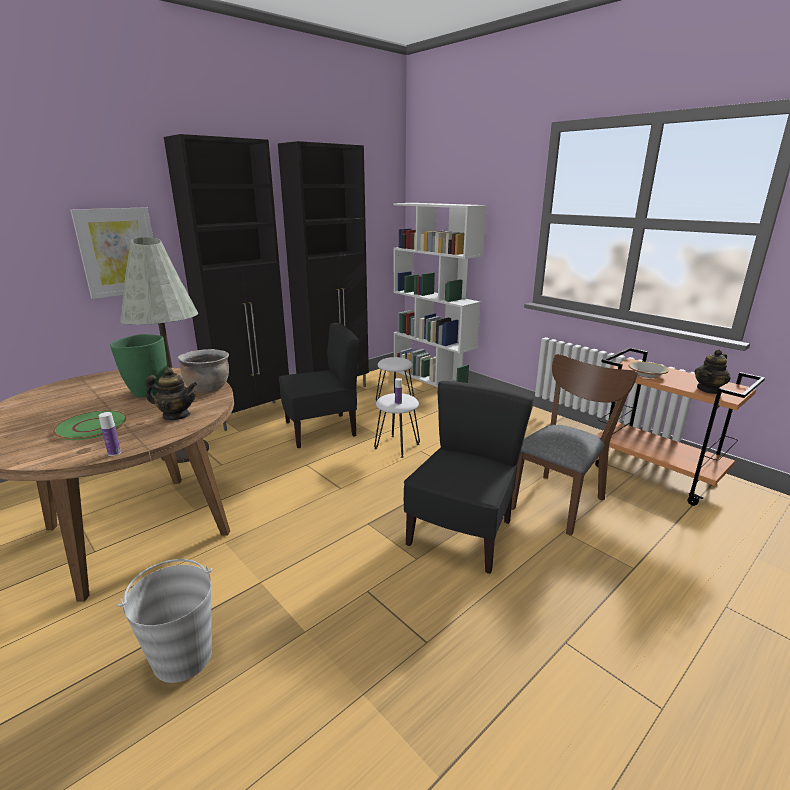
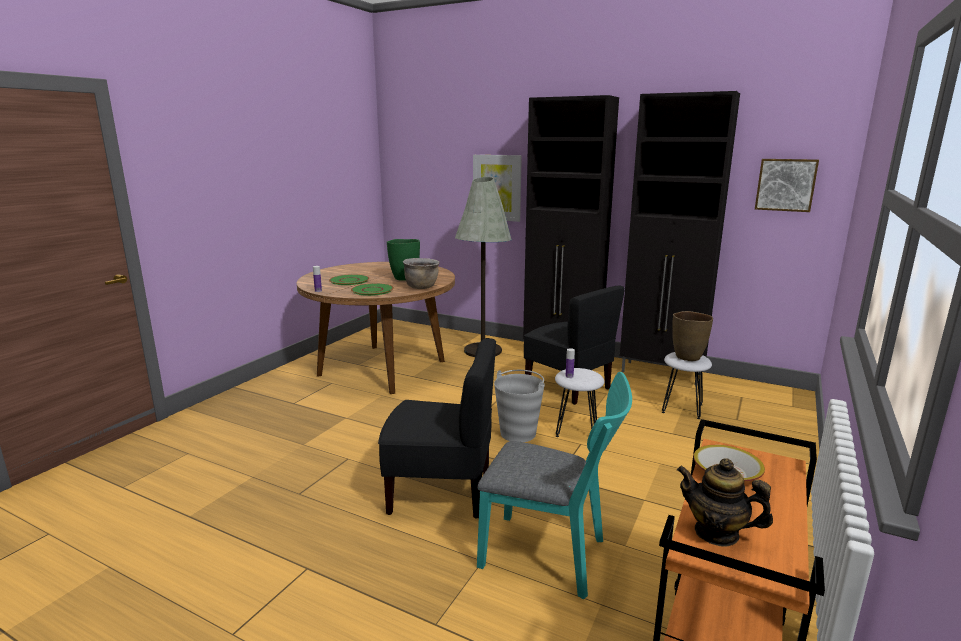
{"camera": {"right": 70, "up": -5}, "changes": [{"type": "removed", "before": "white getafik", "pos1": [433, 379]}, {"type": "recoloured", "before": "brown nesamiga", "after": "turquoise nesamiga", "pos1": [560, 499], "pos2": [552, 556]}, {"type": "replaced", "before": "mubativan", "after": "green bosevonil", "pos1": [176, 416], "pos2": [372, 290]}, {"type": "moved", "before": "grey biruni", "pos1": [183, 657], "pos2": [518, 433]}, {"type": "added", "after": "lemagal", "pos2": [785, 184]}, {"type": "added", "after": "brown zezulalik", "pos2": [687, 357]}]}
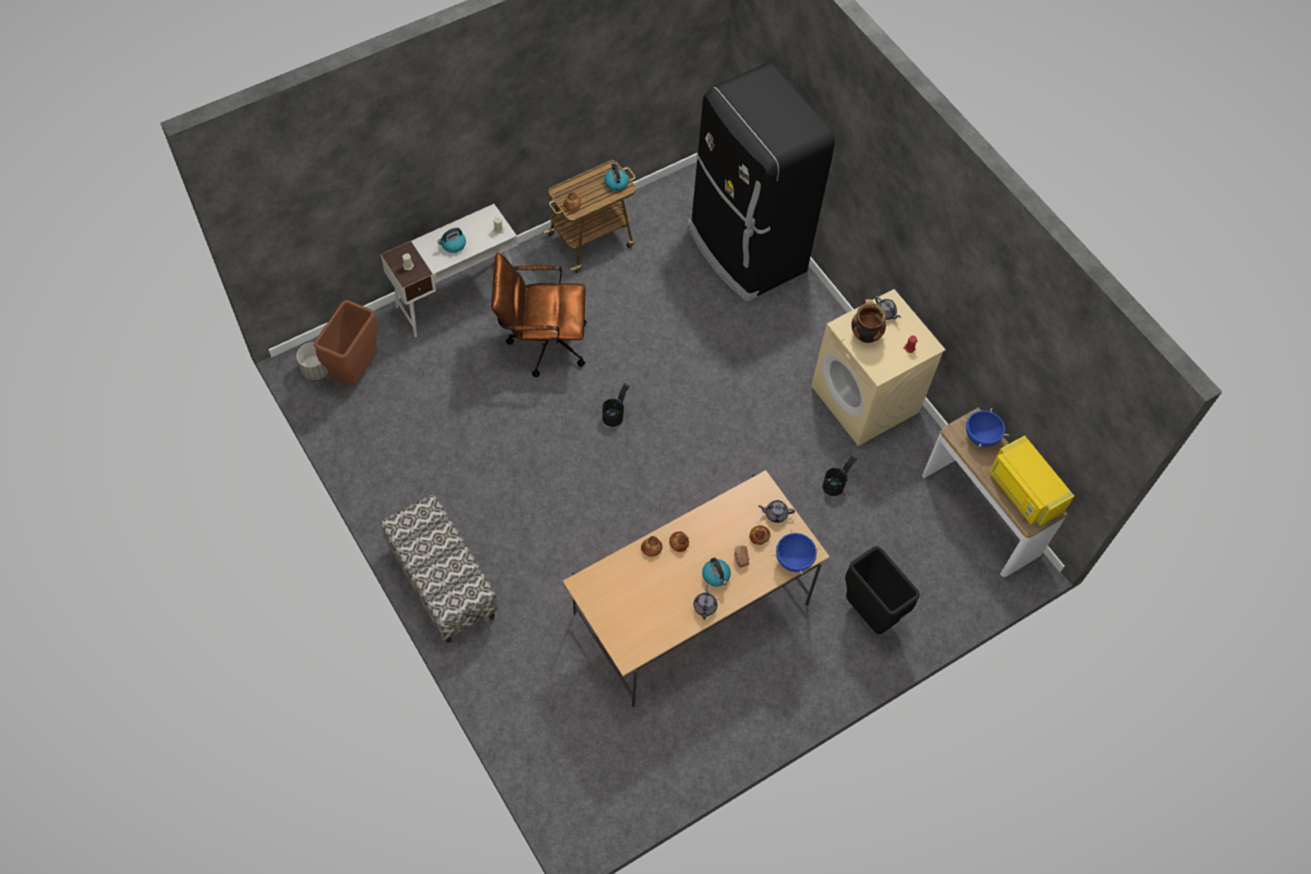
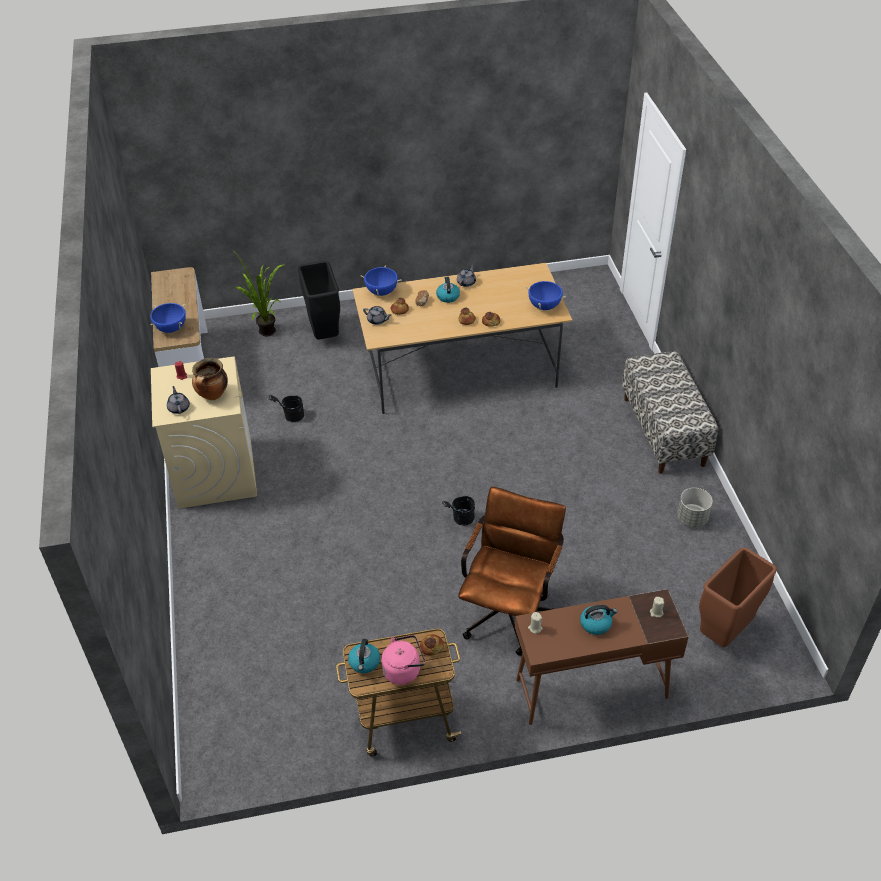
{"camera": {"right": -155, "up": -15}, "changes": [{"type": "removed", "before": "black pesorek", "pos1": [745, 250]}, {"type": "recoloured", "before": "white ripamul", "after": "brown ripamul", "pos1": [457, 297], "pos2": [591, 688]}, {"type": "turned", "before": "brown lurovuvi", "pos1": [541, 343], "pos2": [509, 609], "turn": -90}, {"type": "moved", "before": "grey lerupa", "pos1": [316, 369], "pos2": [692, 518]}, {"type": "removed", "before": "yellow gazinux", "pos1": [1023, 492]}, {"type": "added", "after": "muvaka", "pos2": [266, 334]}, {"type": "added", "after": "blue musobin", "pos2": [544, 306]}, {"type": "added", "after": "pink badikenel", "pos2": [404, 670]}]}
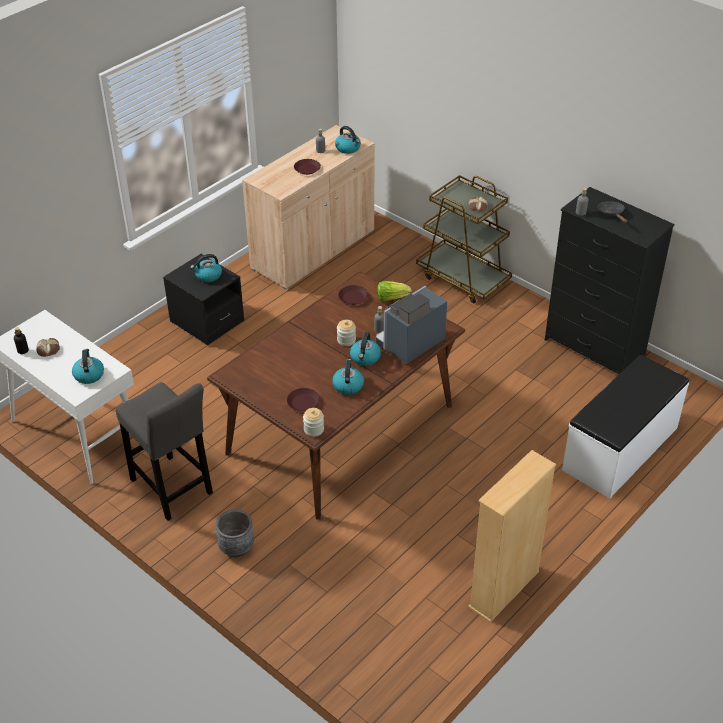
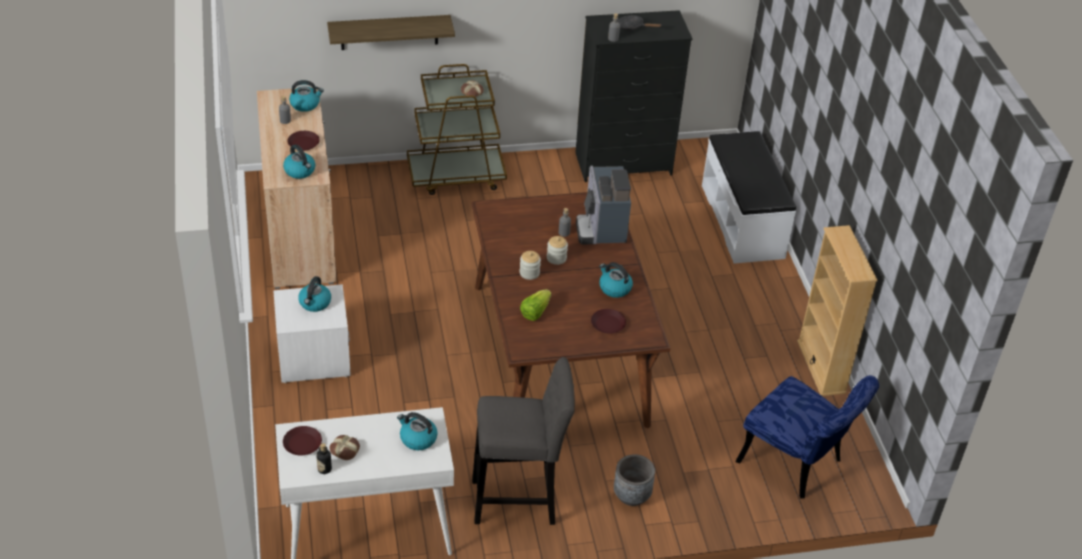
{"camera": {"right": -55, "up": 0}, "changes": [{"type": "recoloured", "before": "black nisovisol", "after": "white nisovisol", "pos1": [207, 321], "pos2": [313, 358]}, {"type": "moved", "before": "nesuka", "pos1": [391, 298], "pos2": [535, 312]}, {"type": "moved", "before": "brown bosevonil", "pos1": [353, 297], "pos2": [302, 444]}, {"type": "moved", "before": "badikenel", "pos1": [365, 358], "pos2": [300, 171]}, {"type": "moved", "before": "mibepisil", "pos1": [314, 429], "pos2": [529, 273]}, {"type": "added", "after": "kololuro", "pos2": [389, 32]}, {"type": "added", "after": "blue nesamiga", "pos2": [797, 465]}]}
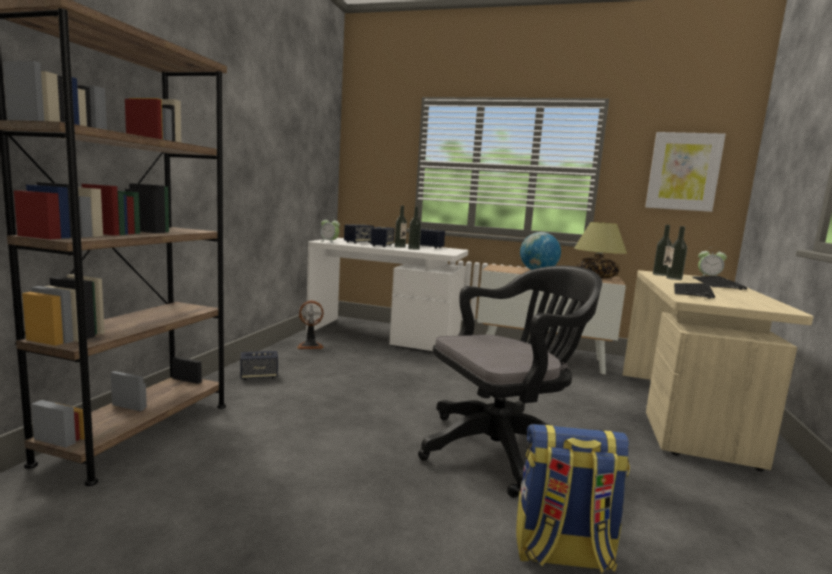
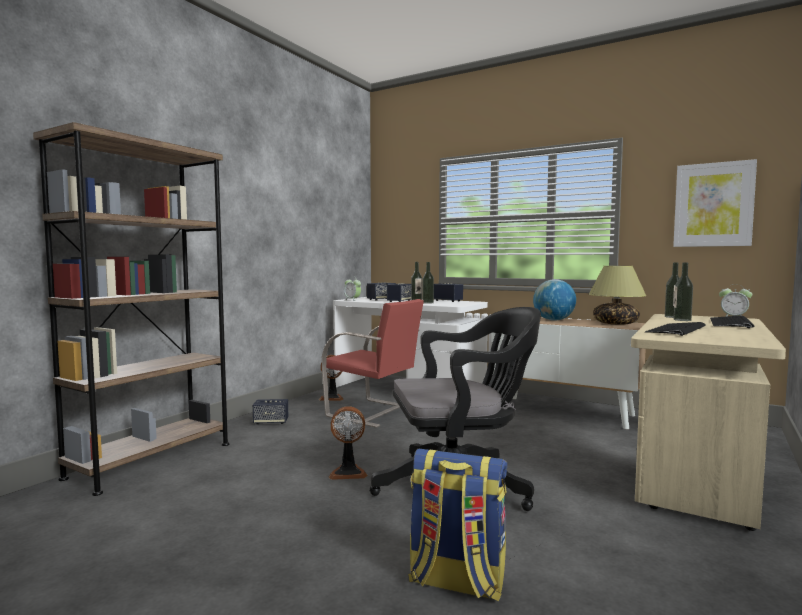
{"camera": {"right": 15, "up": -5}, "changes": [{"type": "added", "after": "red nesamiga", "pos2": [373, 412]}, {"type": "added", "after": "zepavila", "pos2": [348, 472]}]}
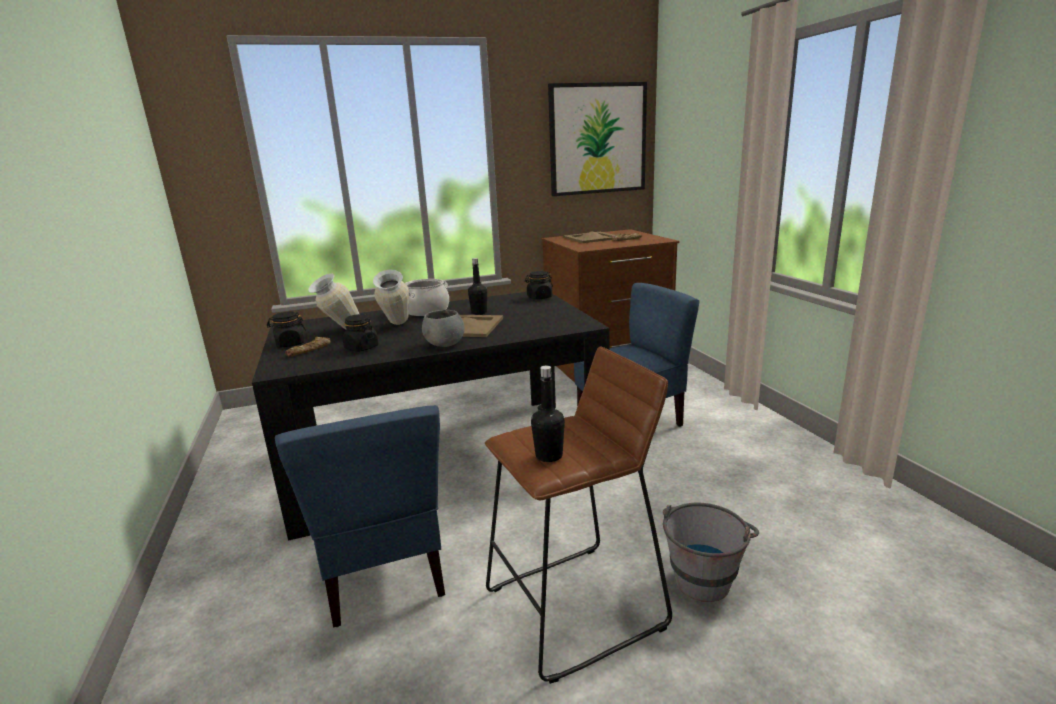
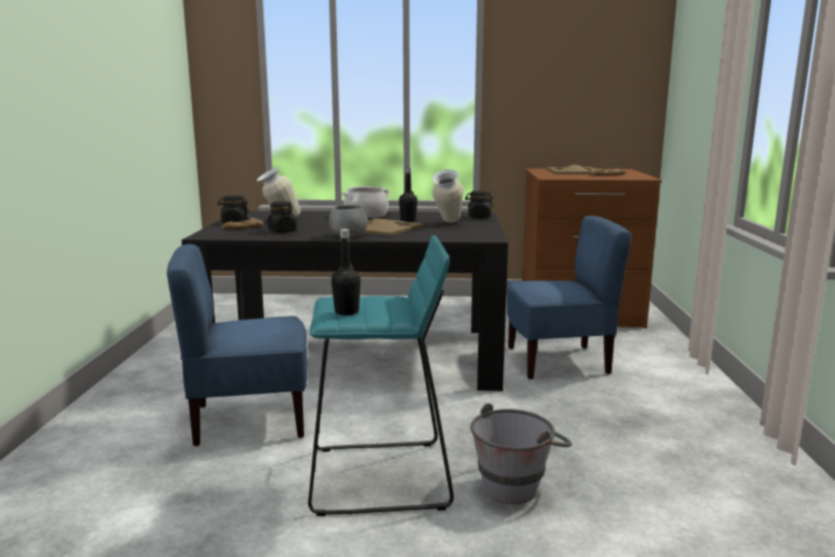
{"camera": {"right": 20, "up": -5}, "changes": [{"type": "removed", "before": "lemagal", "pos1": [597, 139]}, {"type": "moved", "before": "zezulalik", "pos1": [395, 327], "pos2": [447, 224]}, {"type": "recoloured", "before": "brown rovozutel", "after": "turquoise rovozutel", "pos1": [577, 608], "pos2": [381, 477]}, {"type": "turned", "before": "blue nesamiga", "pos1": [384, 572], "pos2": [249, 420], "turn": 75}]}
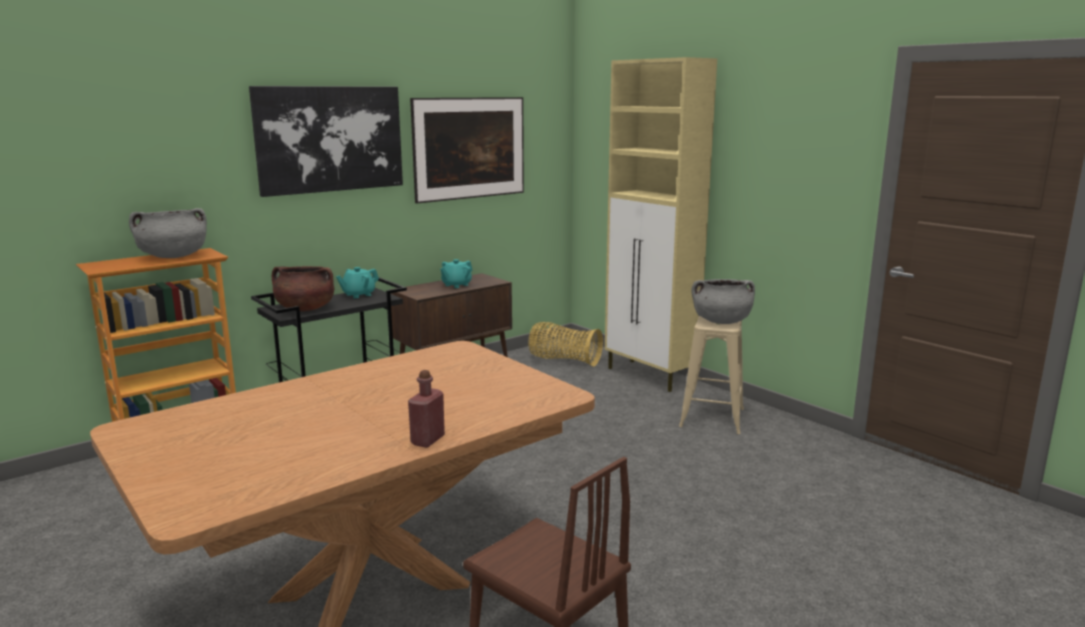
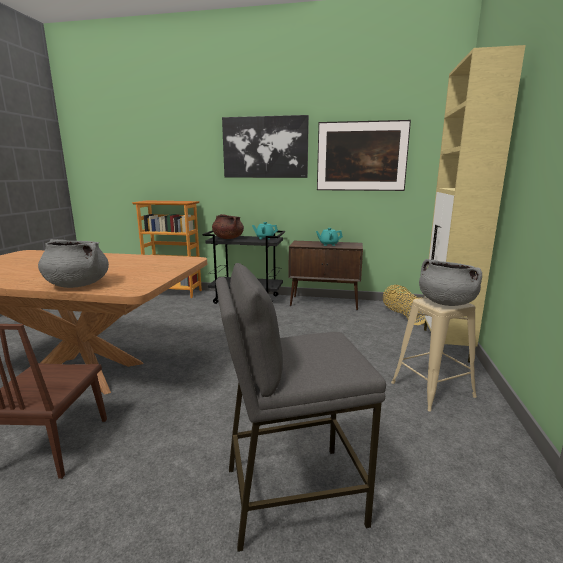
{"camera": {"right": 50, "up": 0}, "changes": [{"type": "moved", "before": "grey musobin", "pos1": [173, 257], "pos2": [77, 285]}, {"type": "removed", "before": "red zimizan", "pos1": [427, 440]}, {"type": "added", "after": "grey rovozutel", "pos2": [292, 494]}]}
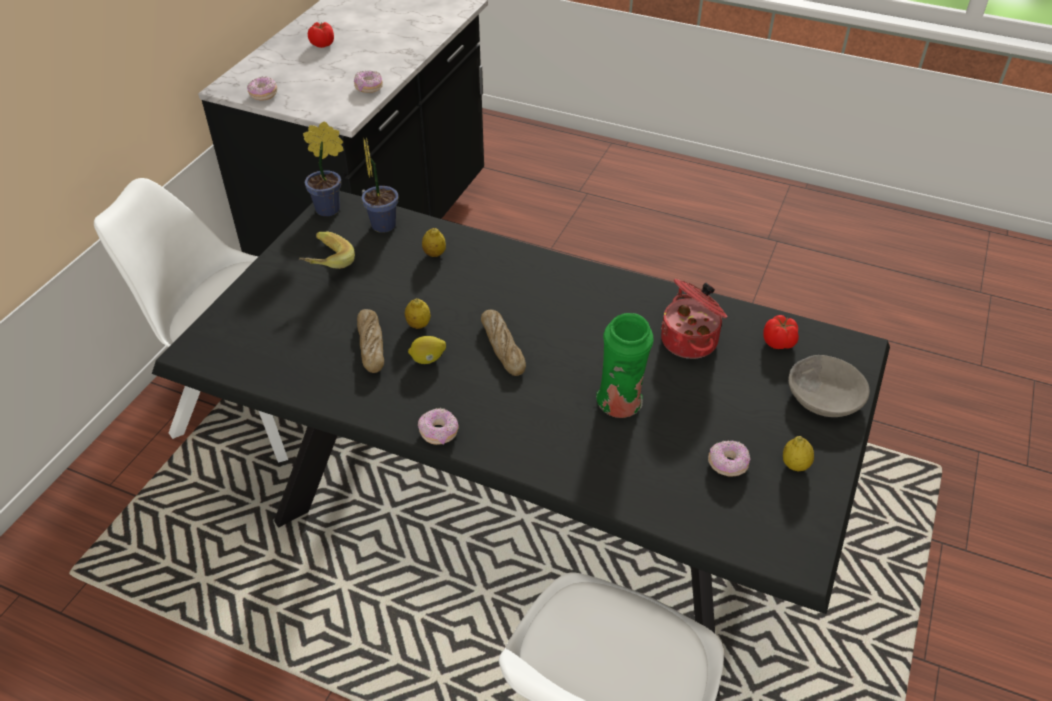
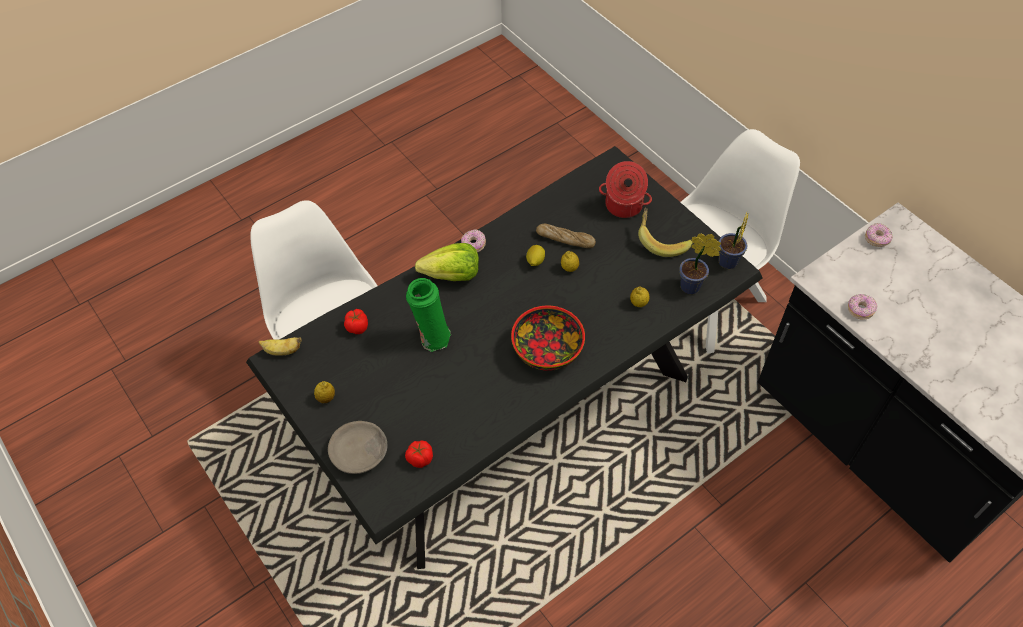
{"camera": {"right": 120, "up": 10}, "changes": [{"type": "moved", "before": "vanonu", "pos1": [322, 44], "pos2": [357, 327]}, {"type": "moved", "before": "musobin", "pos1": [691, 340], "pos2": [623, 206]}, {"type": "removed", "before": "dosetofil", "pos1": [503, 347]}, {"type": "removed", "before": "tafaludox", "pos1": [727, 465]}, {"type": "added", "after": "nesuka", "pos2": [452, 275]}, {"type": "added", "after": "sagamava", "pos2": [547, 349]}, {"type": "added", "after": "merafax", "pos2": [282, 351]}]}
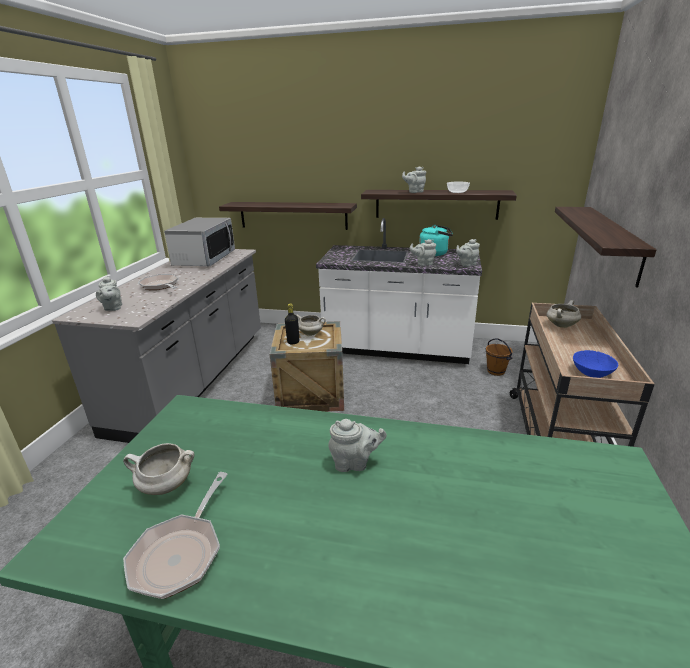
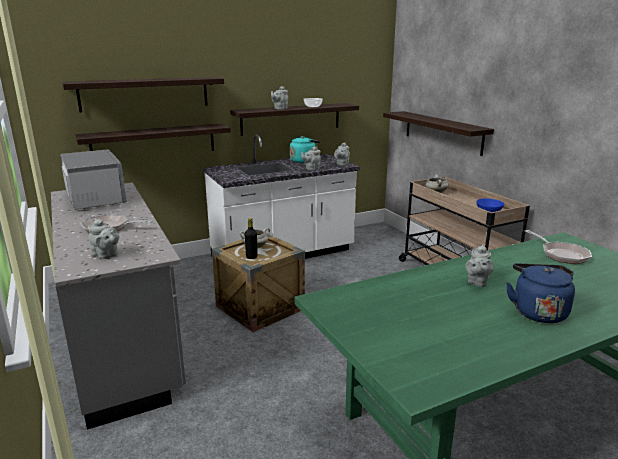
{"camera": {"right": -40, "up": -5}, "changes": [{"type": "removed", "before": "brown biruni", "pos1": [496, 371]}, {"type": "turned", "before": "grey mubativan", "pos1": [354, 463], "pos2": [477, 282], "turn": 150}, {"type": "removed", "before": "white musobin", "pos1": [165, 486]}, {"type": "moved", "before": "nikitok", "pos1": [180, 553], "pos2": [561, 254]}, {"type": "added", "after": "kololuro", "pos2": [145, 93]}, {"type": "added", "after": "blue badikenel", "pos2": [537, 311]}]}
